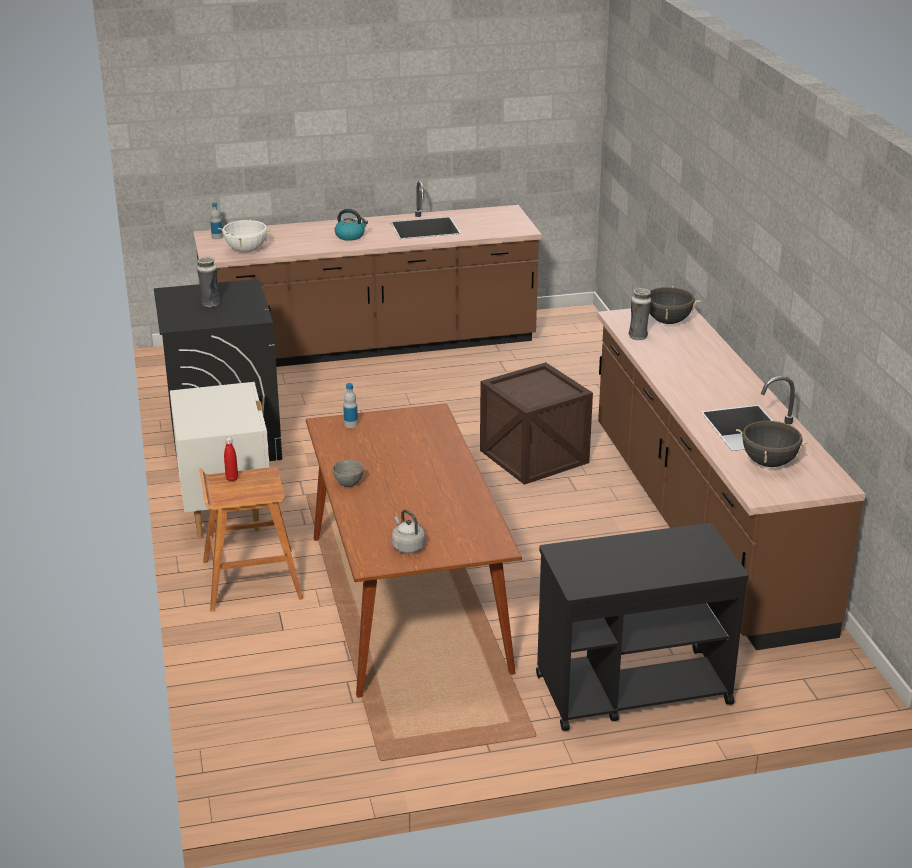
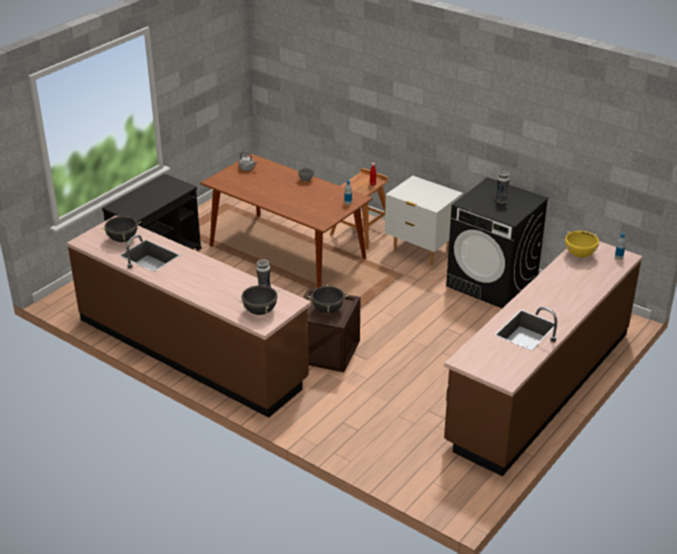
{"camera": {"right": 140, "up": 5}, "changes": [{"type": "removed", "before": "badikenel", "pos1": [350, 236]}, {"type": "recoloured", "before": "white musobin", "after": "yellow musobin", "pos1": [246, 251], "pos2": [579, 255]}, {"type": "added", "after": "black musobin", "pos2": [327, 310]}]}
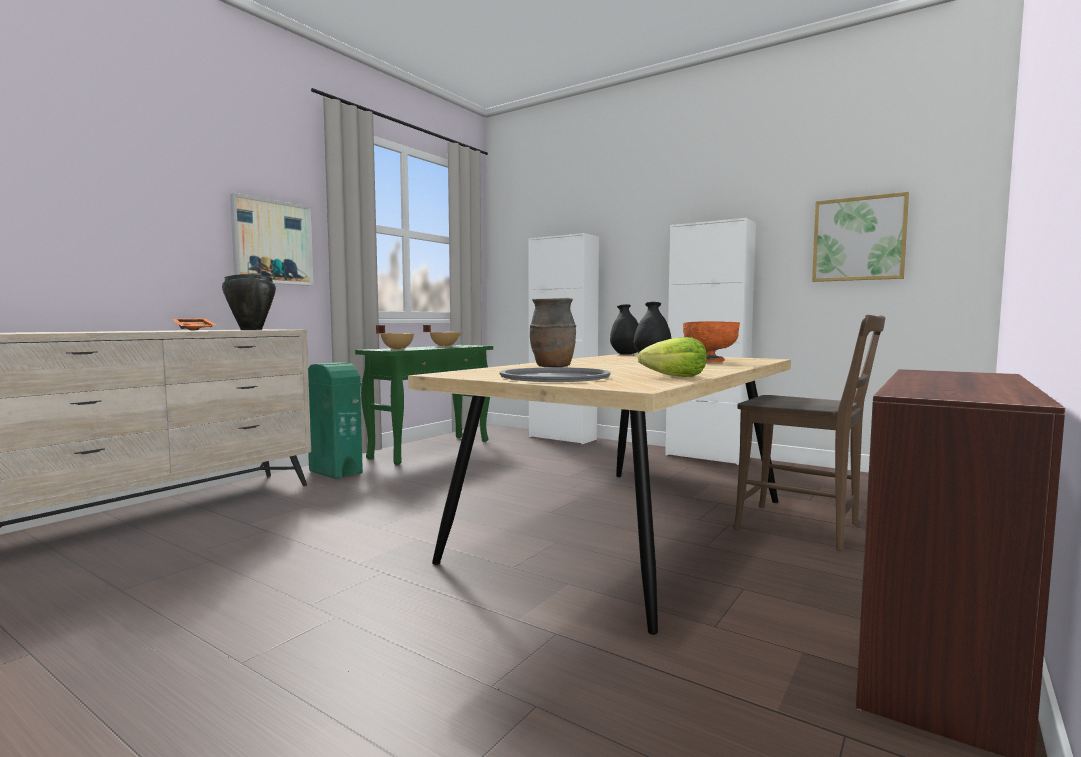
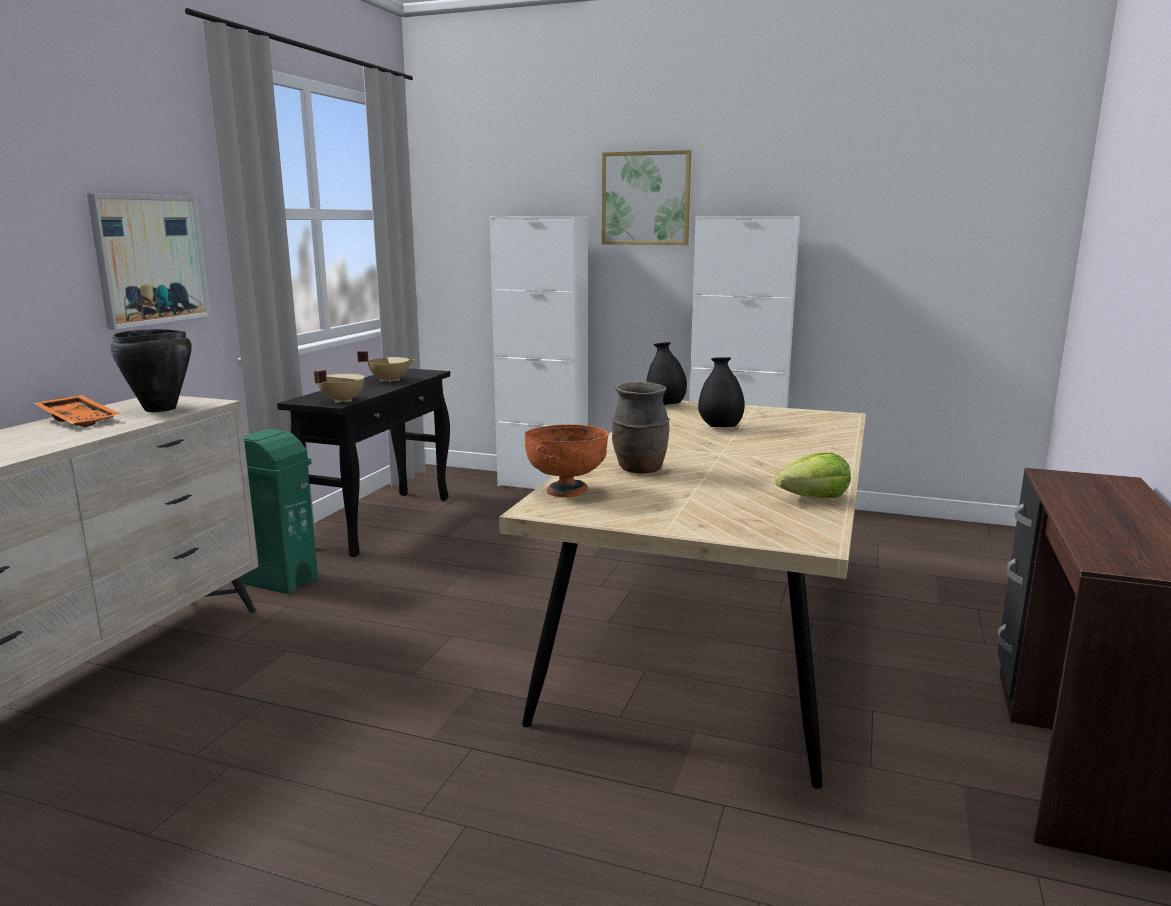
{"camera": {"right": -15, "up": 10}, "changes": [{"type": "moved", "before": "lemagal", "pos1": [858, 239], "pos2": [646, 198]}, {"type": "removed", "before": "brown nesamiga", "pos1": [804, 528]}, {"type": "moved", "before": "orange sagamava", "pos1": [710, 362], "pos2": [566, 491]}, {"type": "recoloured", "before": "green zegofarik", "after": "black zegofarik", "pos1": [431, 449], "pos2": [381, 521]}, {"type": "removed", "before": "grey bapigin", "pos1": [555, 377]}]}
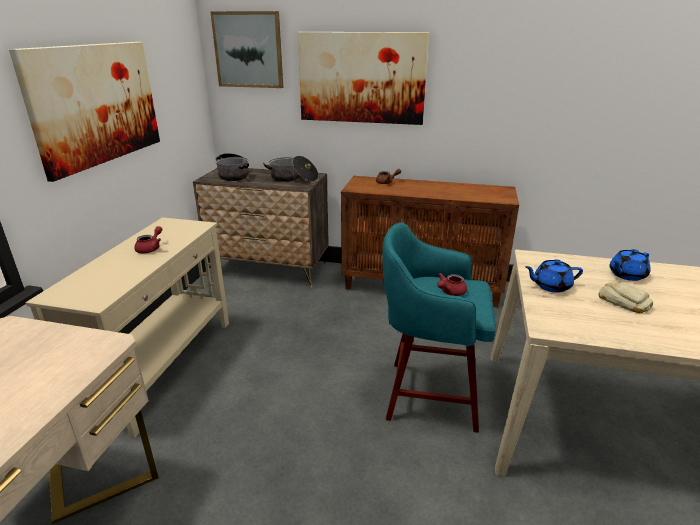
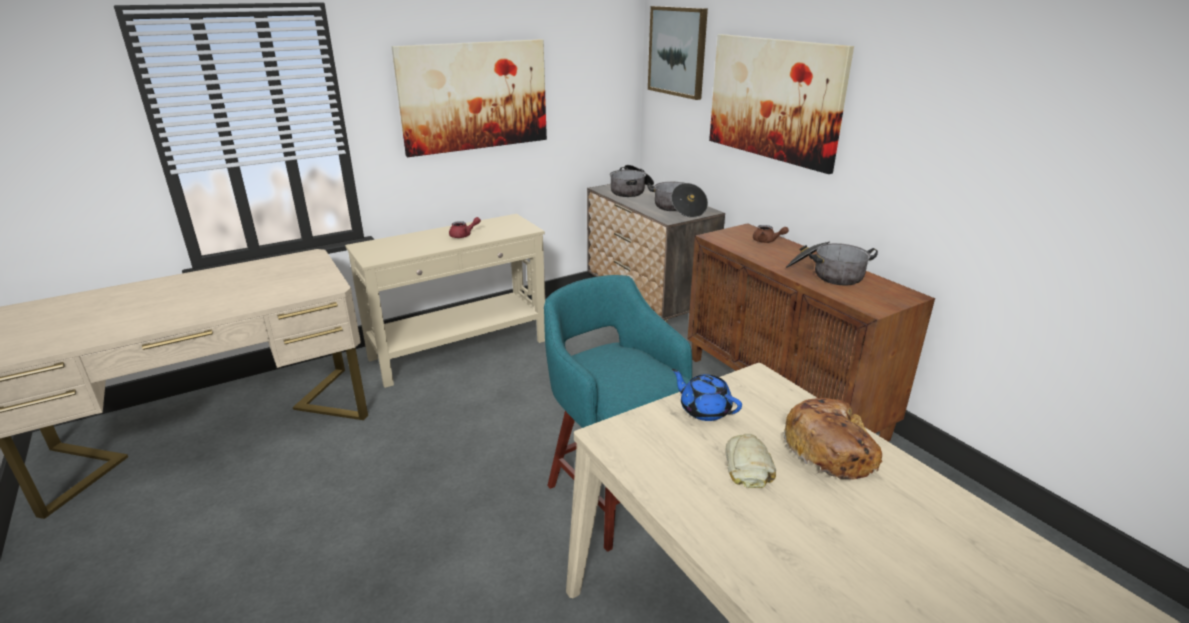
{"camera": {"right": 45, "up": 0}, "changes": [{"type": "replaced", "before": "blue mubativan", "after": "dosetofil", "pos1": [626, 275], "pos2": [832, 450]}, {"type": "removed", "before": "red mubativan", "pos1": [450, 292]}, {"type": "added", "after": "musobin", "pos2": [826, 275]}]}
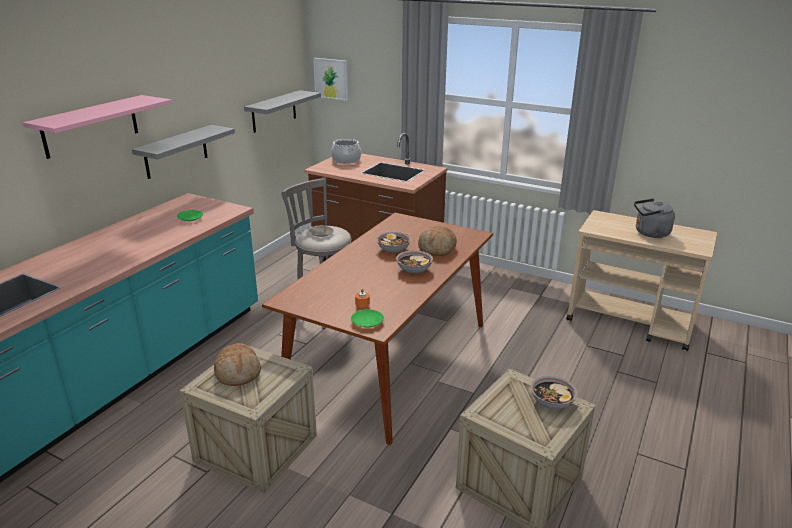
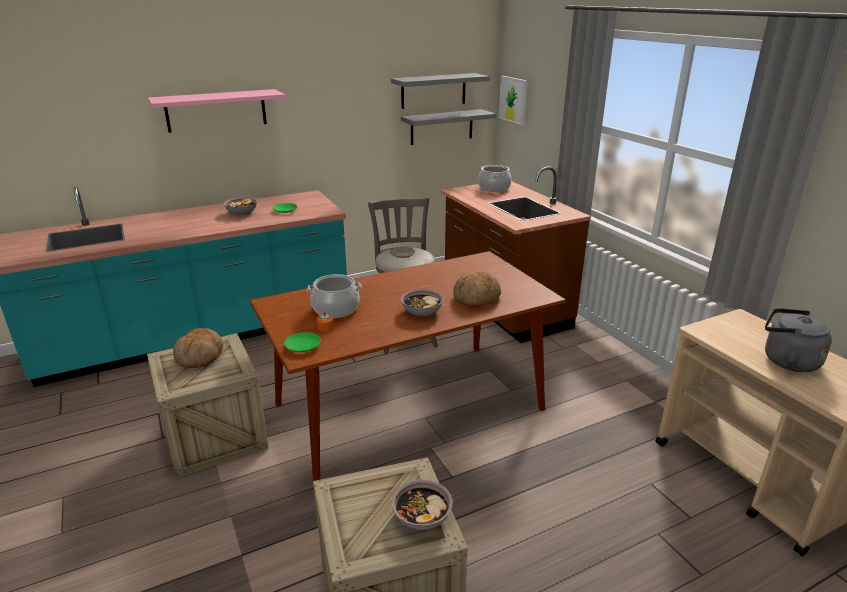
{"camera": {"right": 35, "up": 0}, "changes": [{"type": "moved", "before": "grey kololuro", "pos1": [176, 152], "pos2": [433, 90]}, {"type": "moved", "before": "sagamava", "pos1": [393, 249], "pos2": [241, 213]}, {"type": "added", "after": "musobin", "pos2": [336, 309]}]}
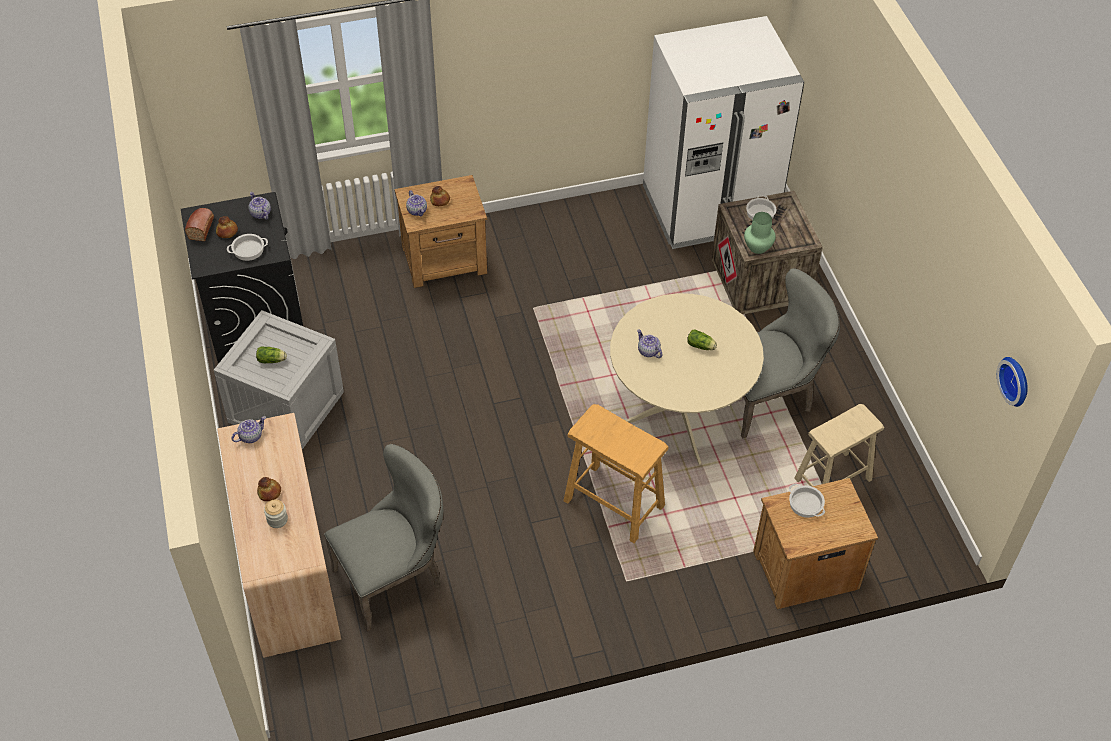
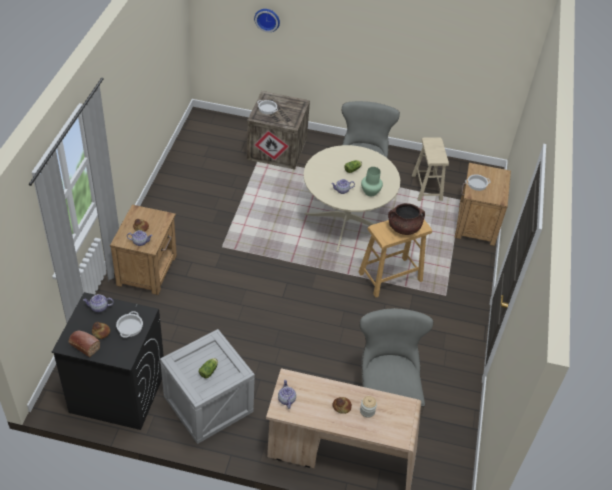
{"camera": {"right": -65, "up": -5}, "changes": [{"type": "removed", "before": "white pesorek", "pos1": [709, 208]}, {"type": "moved", "before": "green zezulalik", "pos1": [758, 247], "pos2": [370, 192]}, {"type": "moved", "before": "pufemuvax", "pos1": [1016, 380], "pos2": [267, 19]}, {"type": "added", "after": "brown musobin", "pos2": [404, 228]}]}
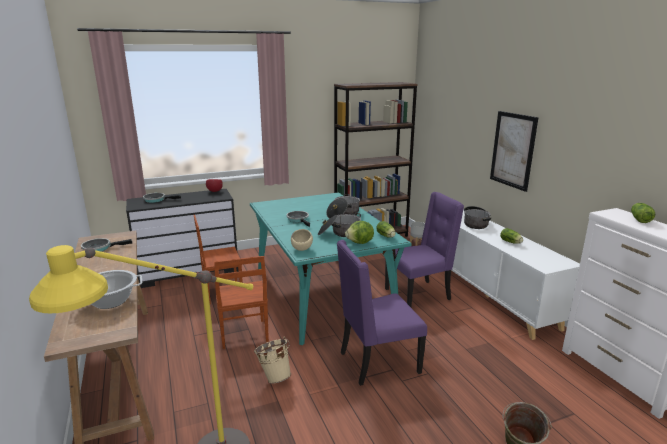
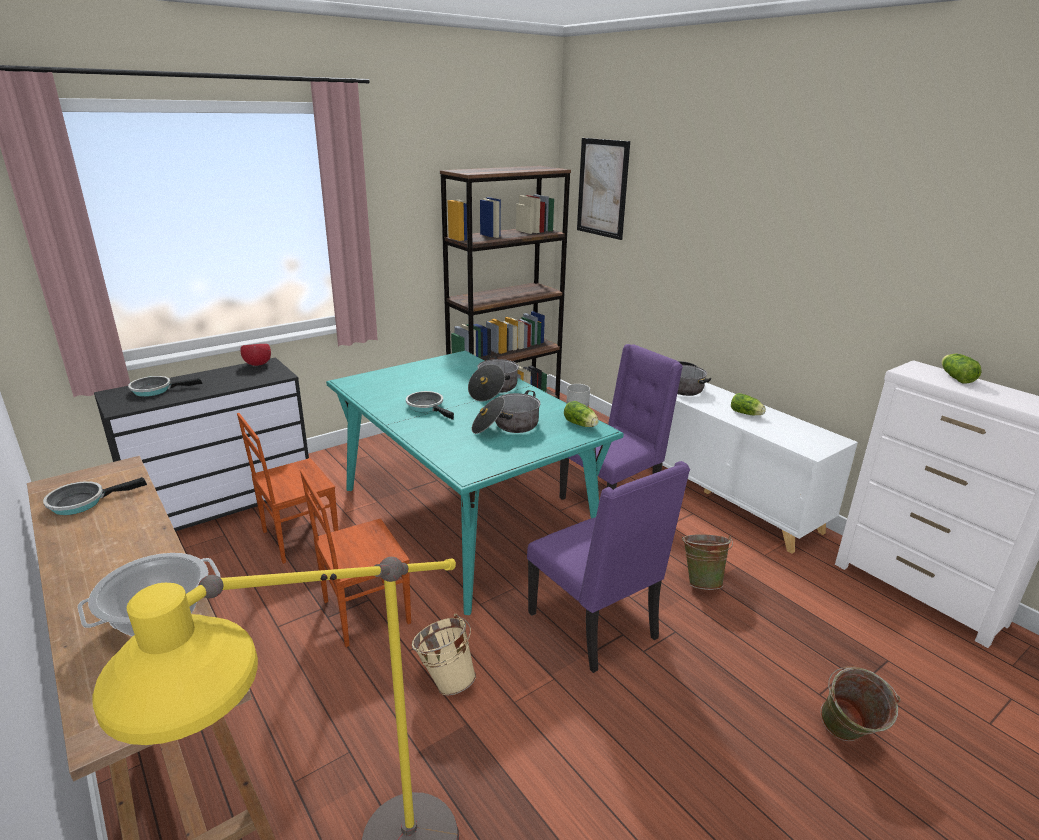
{"camera": {"right": -15, "up": 5}, "changes": [{"type": "moved", "before": "lemagal", "pos1": [513, 150], "pos2": [602, 188]}, {"type": "removed", "before": "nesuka", "pos1": [360, 243]}, {"type": "removed", "before": "beige sagamava", "pos1": [302, 249]}, {"type": "turned", "before": "purple nesamiga", "pos1": [377, 362], "pos2": [596, 626], "turn": -90}, {"type": "turned", "before": "brown nesamiga", "pos1": [243, 334], "pos2": [364, 611], "turn": 90}, {"type": "added", "after": "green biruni", "pos2": [701, 581]}]}
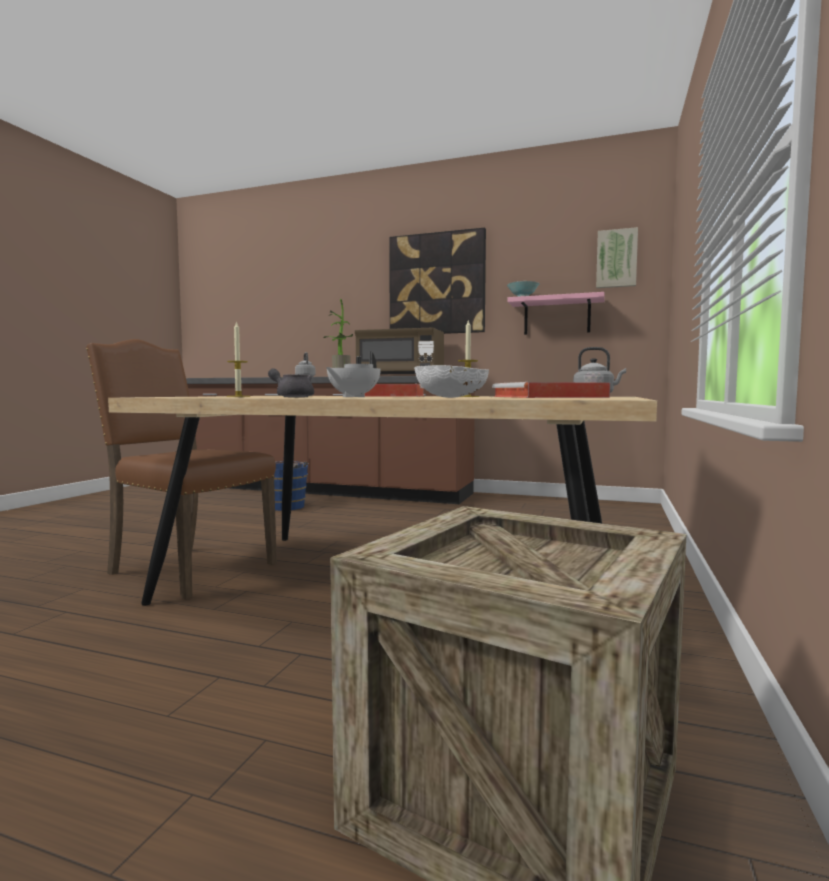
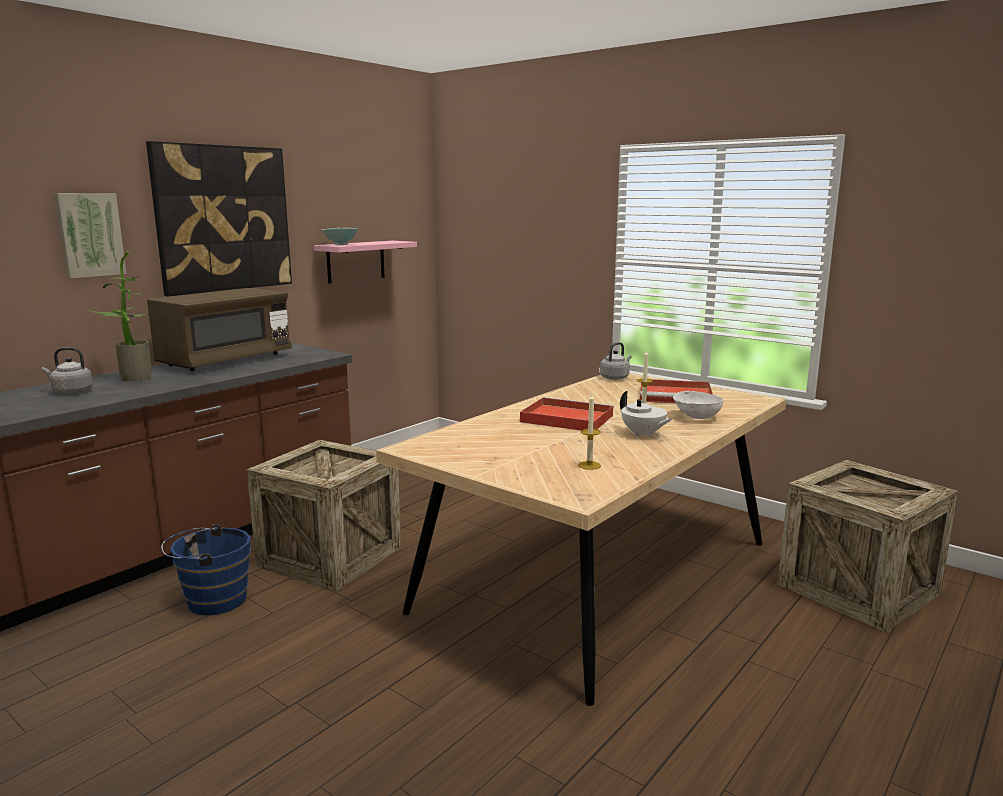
{"camera": {"right": -70, "up": 10}, "changes": [{"type": "moved", "before": "lemagal", "pos1": [616, 259], "pos2": [90, 235]}, {"type": "removed", "before": "brown nesamiga", "pos1": [188, 569]}, {"type": "removed", "before": "grey mubativan", "pos1": [292, 397]}, {"type": "added", "after": "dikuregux", "pos2": [330, 556]}]}
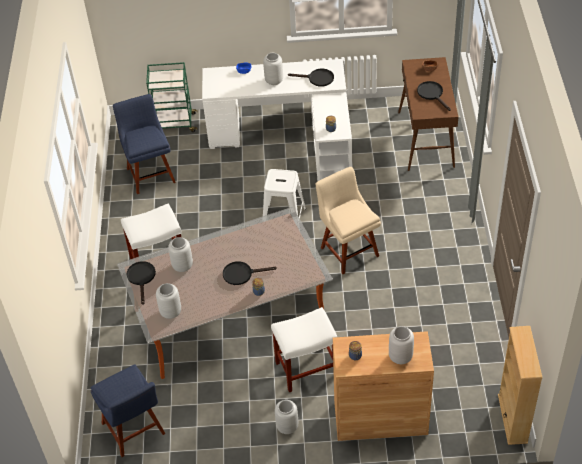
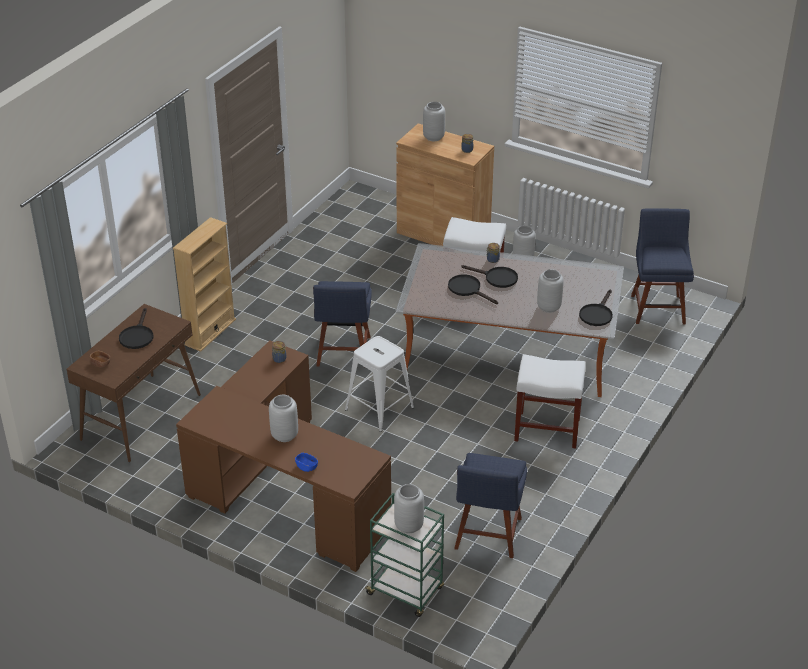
{"camera": {"right": -150, "up": -10}, "changes": [{"type": "recoloured", "before": "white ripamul", "after": "brown ripamul", "pos1": [292, 139], "pos2": [282, 493]}, {"type": "moved", "before": "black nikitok", "pos1": [317, 79], "pos2": [468, 289]}, {"type": "recoloured", "before": "beige nesamiga", "after": "blue nesamiga", "pos1": [348, 249], "pos2": [343, 353]}, {"type": "moved", "before": "grey zezulalik", "pos1": [170, 312], "pos2": [409, 526]}, {"type": "moved", "before": "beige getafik", "pos1": [512, 418], "pos2": [210, 332]}]}
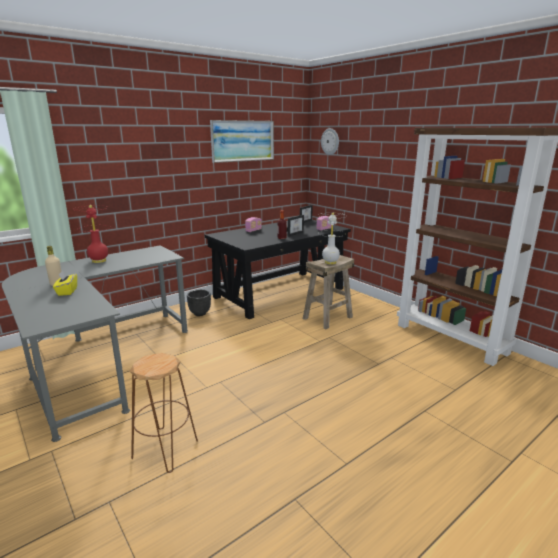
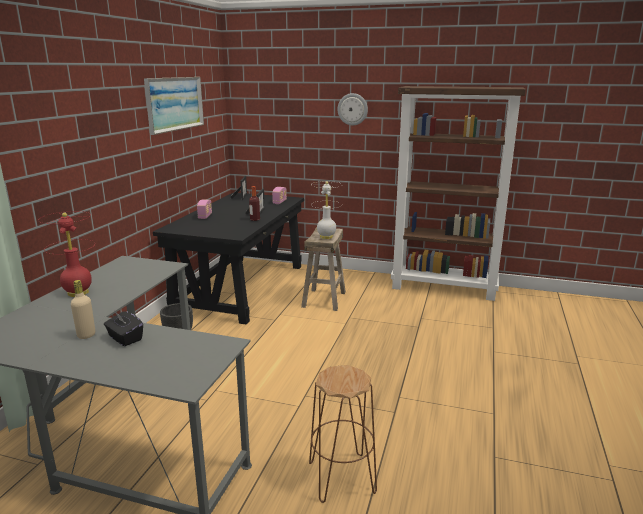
{"camera": {"right": -35, "up": 0}, "changes": [{"type": "moved", "before": "pufemuvax", "pos1": [330, 141], "pos2": [352, 109]}, {"type": "recoloured", "before": "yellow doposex", "after": "black doposex", "pos1": [67, 291], "pos2": [125, 338]}]}
